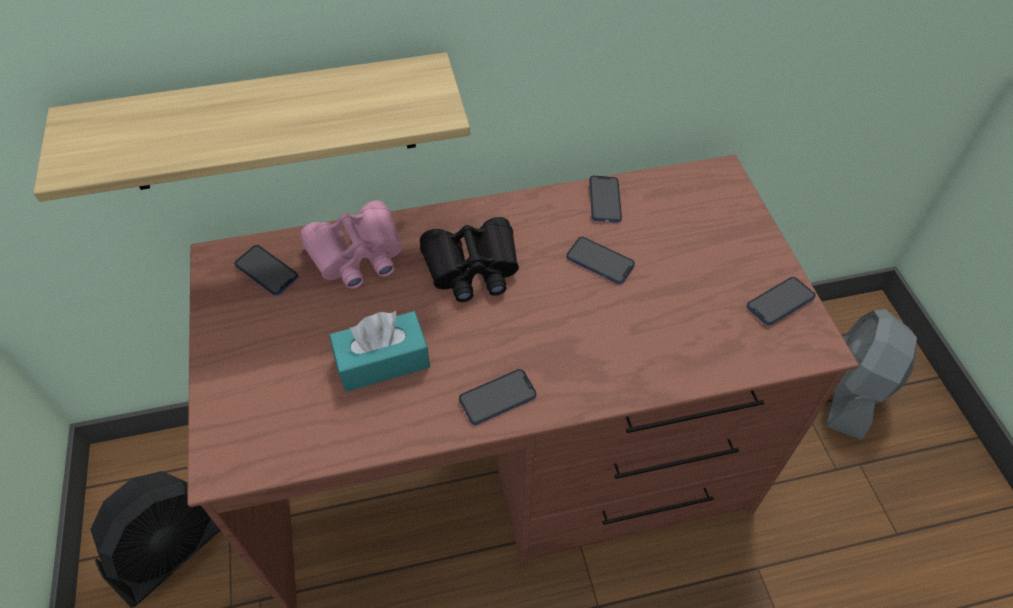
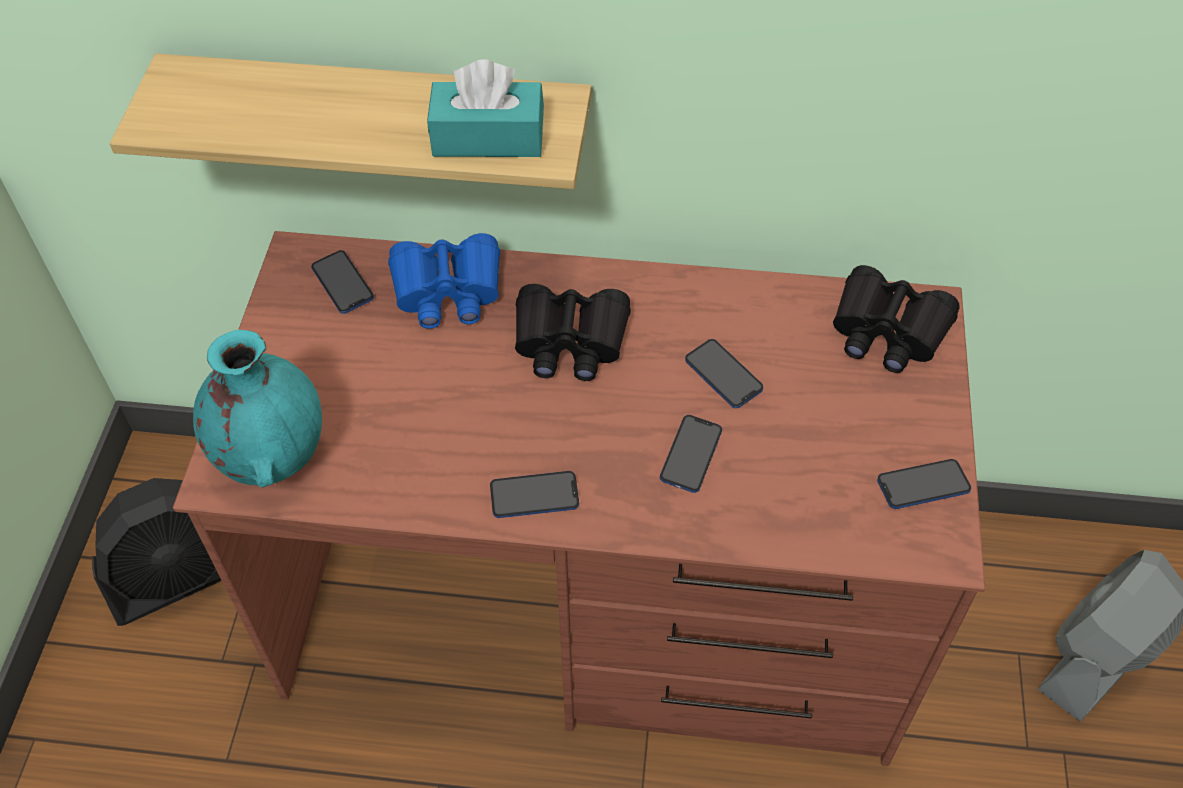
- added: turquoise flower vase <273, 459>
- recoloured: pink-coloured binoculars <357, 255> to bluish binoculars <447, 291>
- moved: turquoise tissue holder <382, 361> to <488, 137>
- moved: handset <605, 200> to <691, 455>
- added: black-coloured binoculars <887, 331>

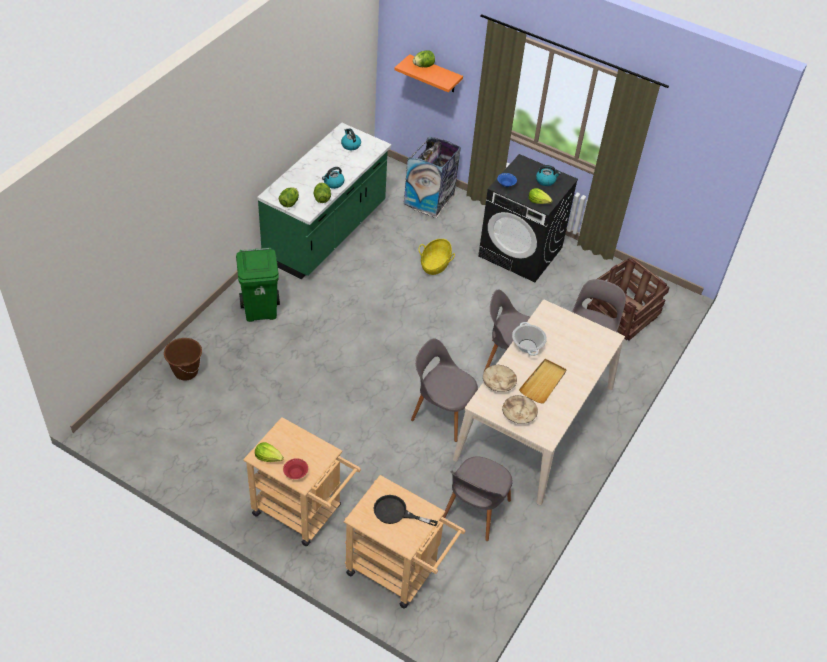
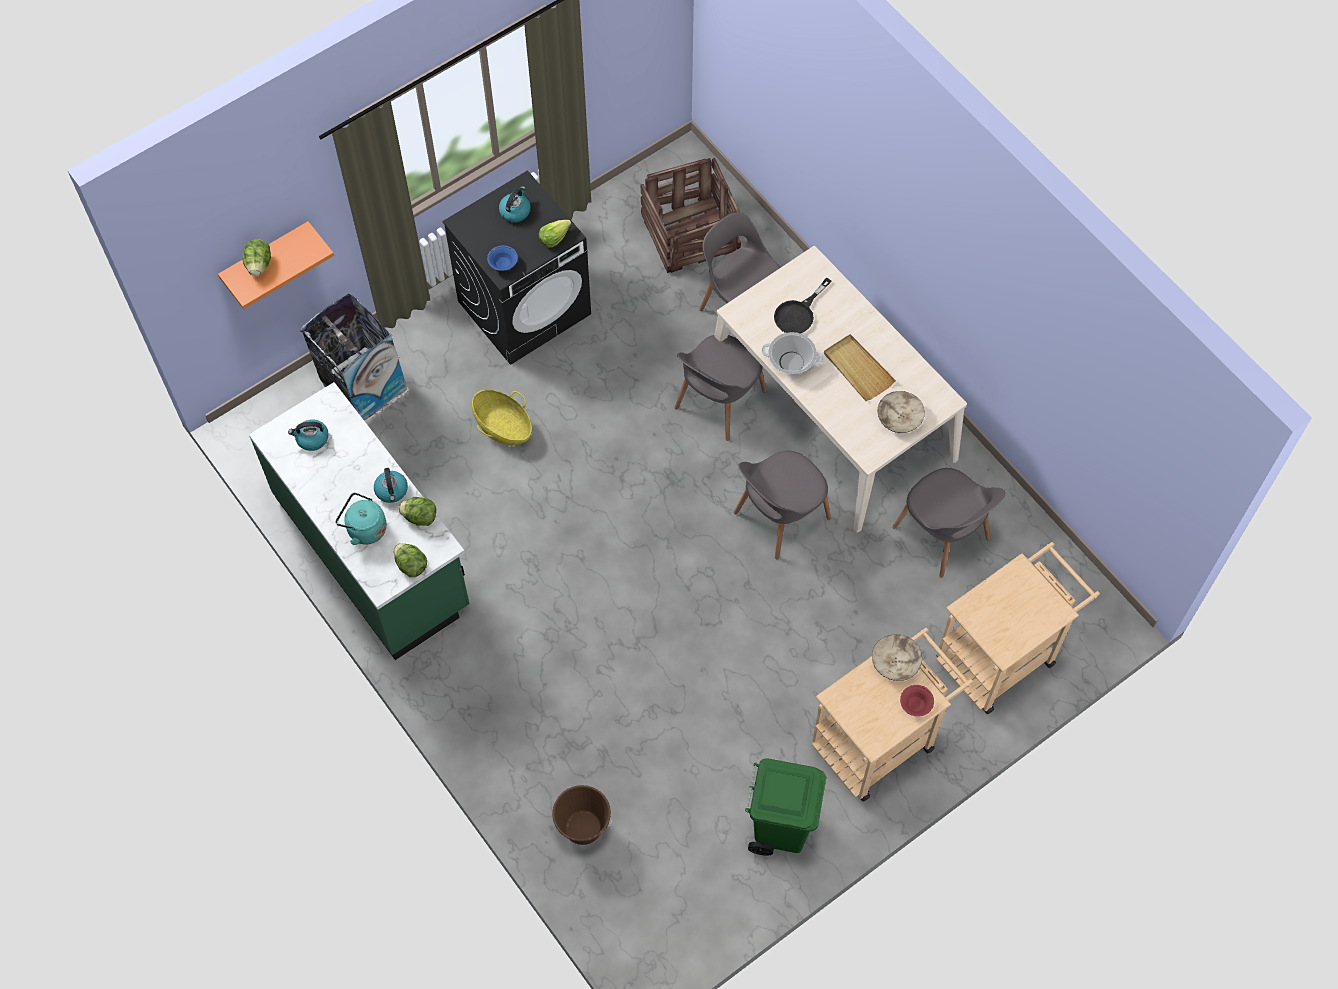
- added: turquoise water kettle <364, 528>
- moved: green-coloured waste bin <261, 310> to <780, 826>
- moved: black-coloured skillet <396, 513> to <798, 314>
- moved: beige deep dish <498, 383> to <896, 662>
- removed: lettuce <268, 457>

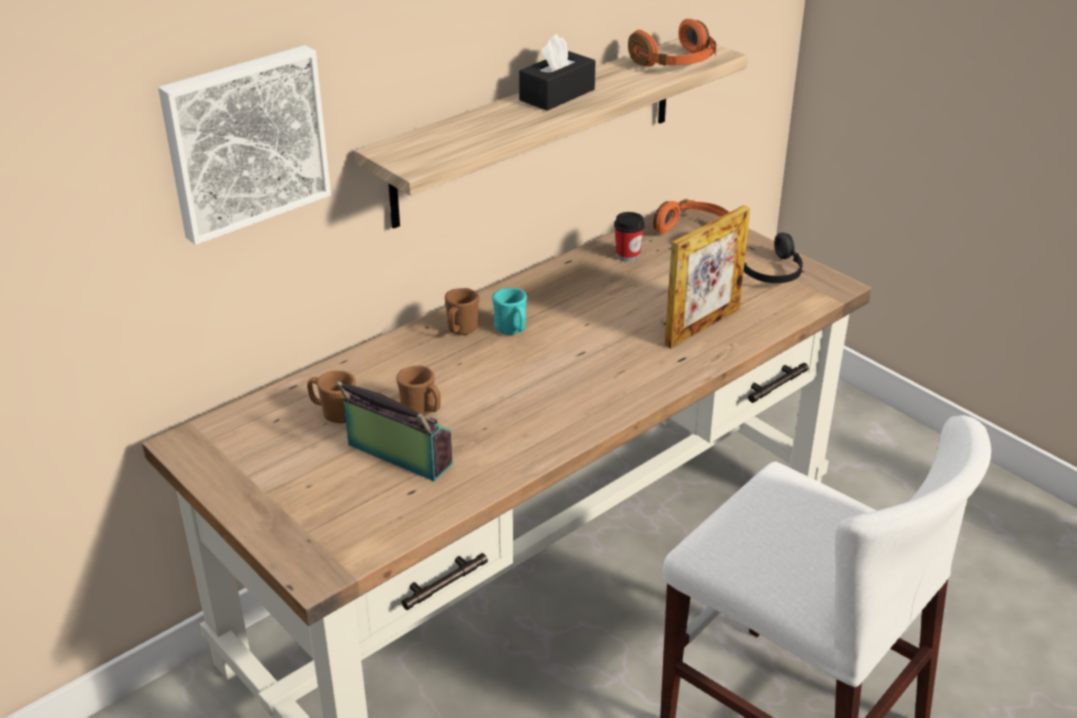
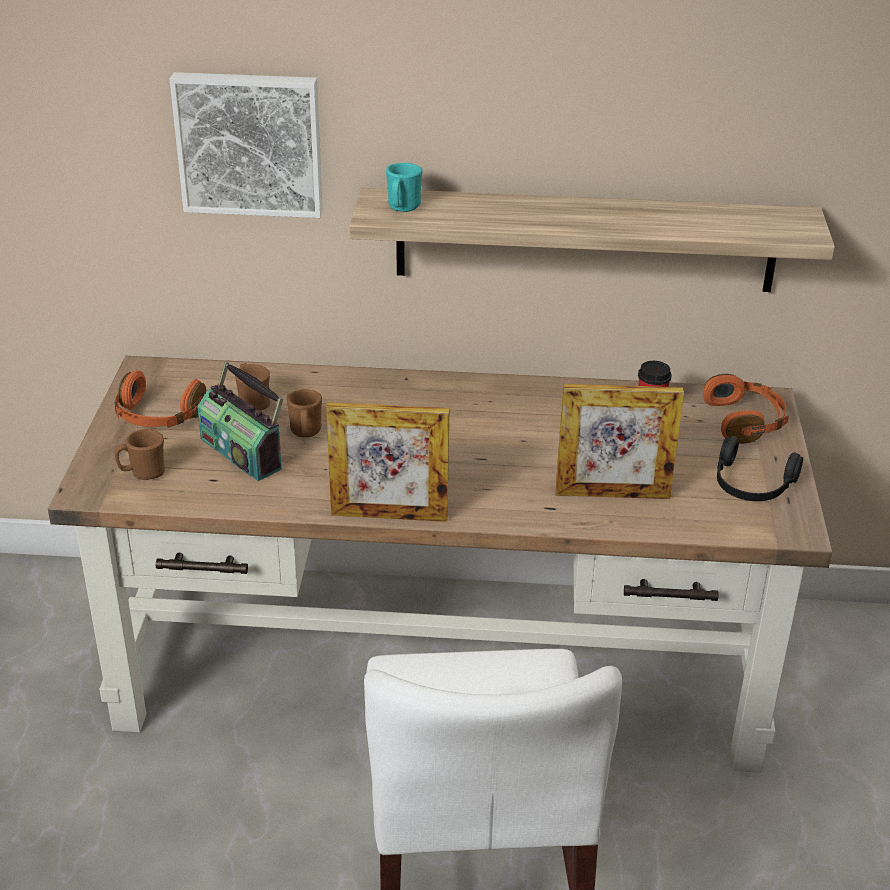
- moved: brown-coloured coffee mug <460, 330> to <143, 473>
- moved: orangey headset <676, 63> to <158, 417>
- turned: radio <398, 456> = <243, 452> 150 degrees clockwise
- added: photo frame <389, 515>
- moved: turquoise coffee mug <512, 330> to <402, 208>
- removed: black-coloured tissue holder <557, 95>

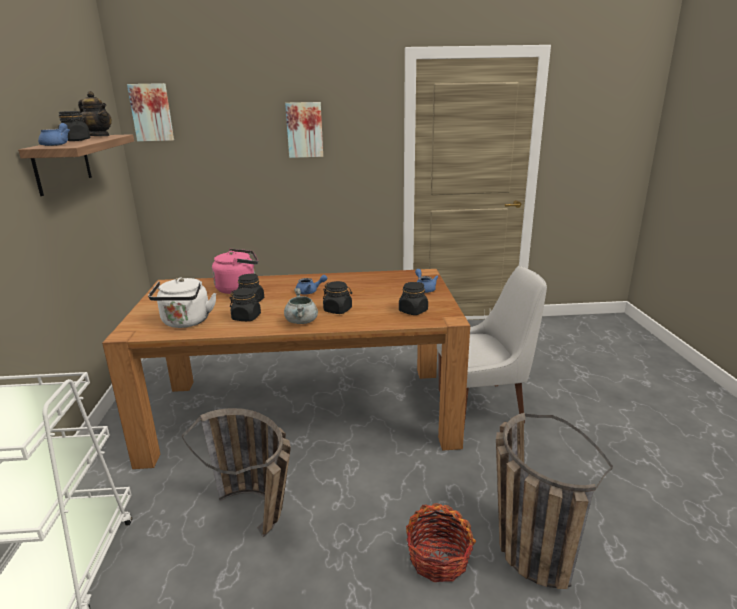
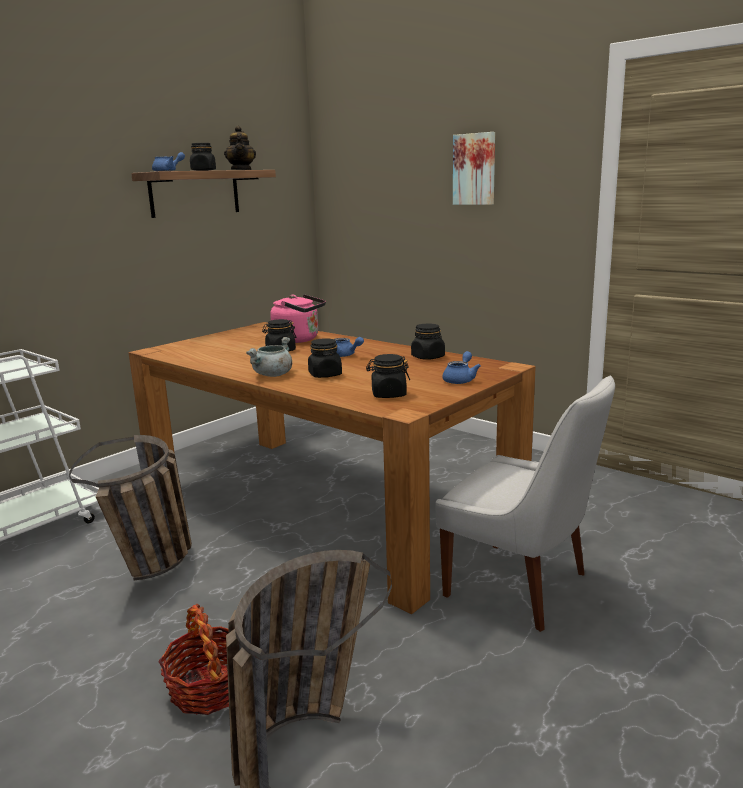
- moved: black-coloured jar <246, 317> to <428, 357>
- removed: wall art <152, 112>
- removed: white-coloured water kettle <186, 323>

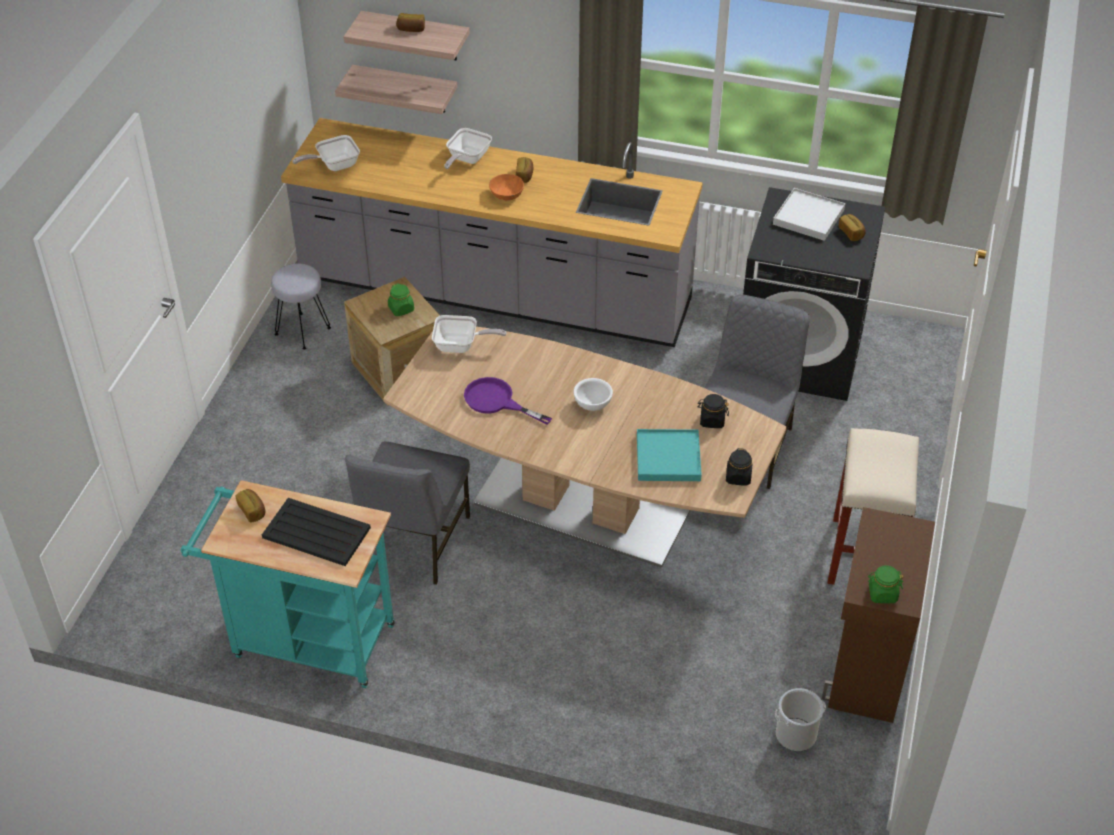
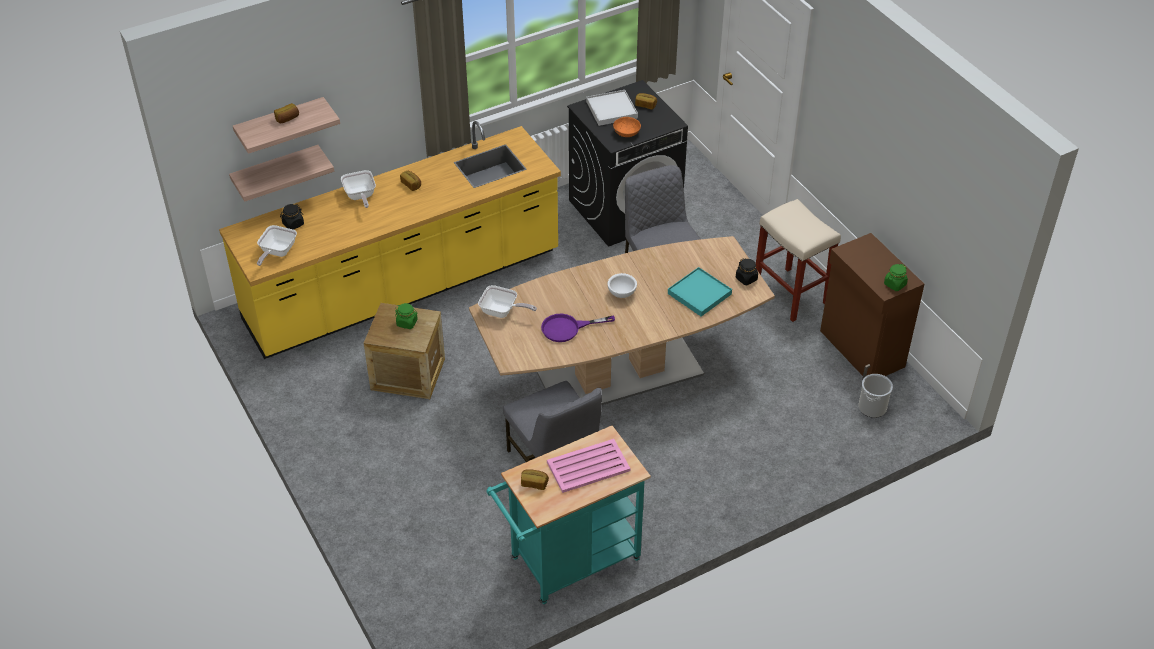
- recoloured: gray kitchen base unit <495, 293> to yellow-coloured kitchen base unit <403, 288>
- moved: black-coloured jar <712, 420> to <293, 224>
- turned: skillet <460, 346> = <502, 312> 60 degrees clockwise
- recoloured: black-coloured serving tray <315, 532> to pink-coloured serving tray <587, 466>
- moved: orangey deep dish <507, 194> to <626, 132>
- removed: gray stool <303, 330>

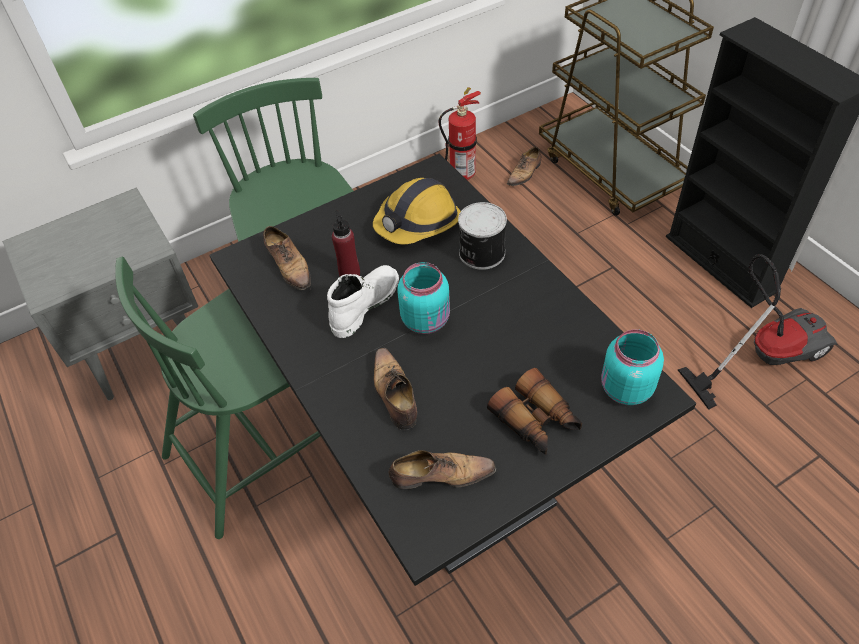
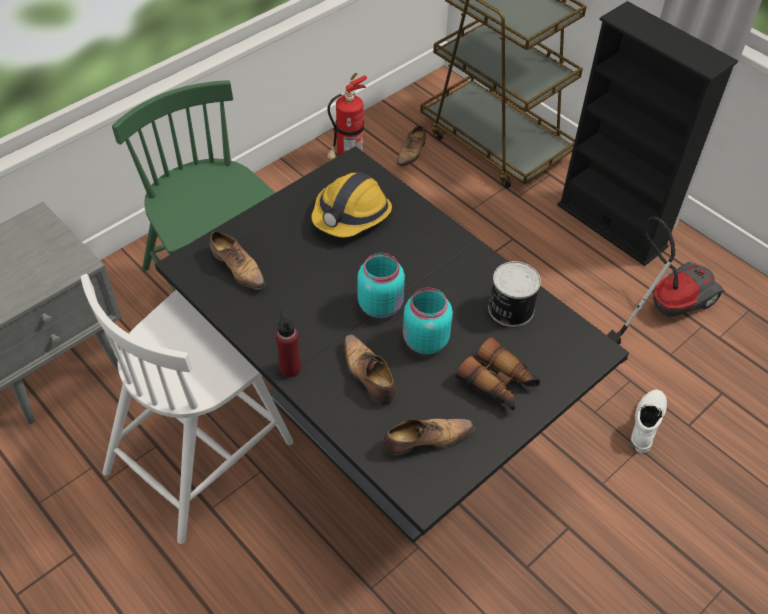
- recoloured: green-coloured upright chair <258, 450> to white-coloured upright chair <201, 454>
- moved: reddish beverage bottle <349, 274> to <290, 368>
- moved: turquoise jar <624, 389> to <424, 341>
- moved: metal can <480, 253> to <509, 309>
- moved: white-coloured tall boot <364, 305> to <645, 422>

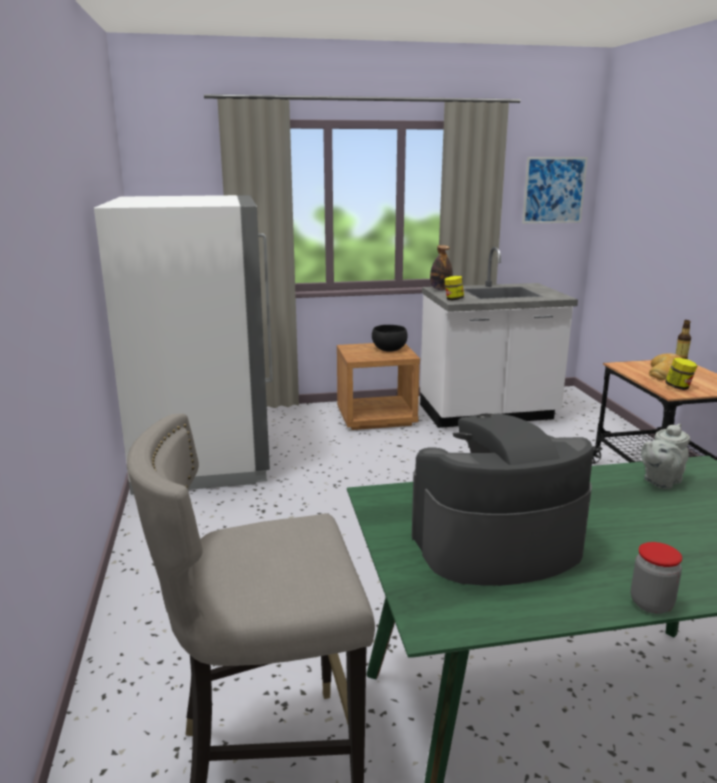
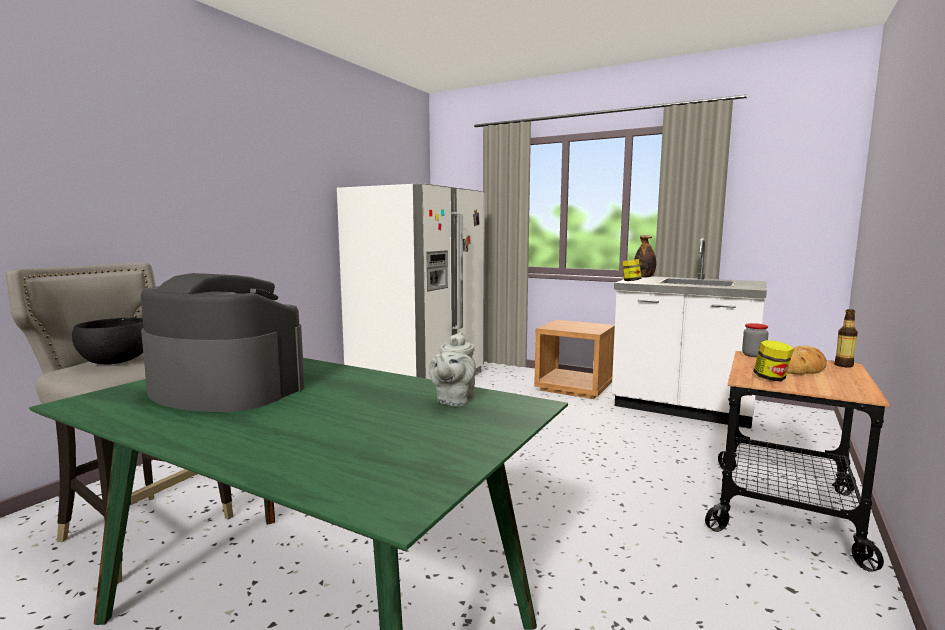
- moved: black-coloured deep dish <389, 349> to <116, 360>
- turned: gray pot for tea <660, 481> = <453, 400> 75 degrees counterclockwise
- moved: jar <651, 604> to <753, 355>
- removed: wall art <554, 190>

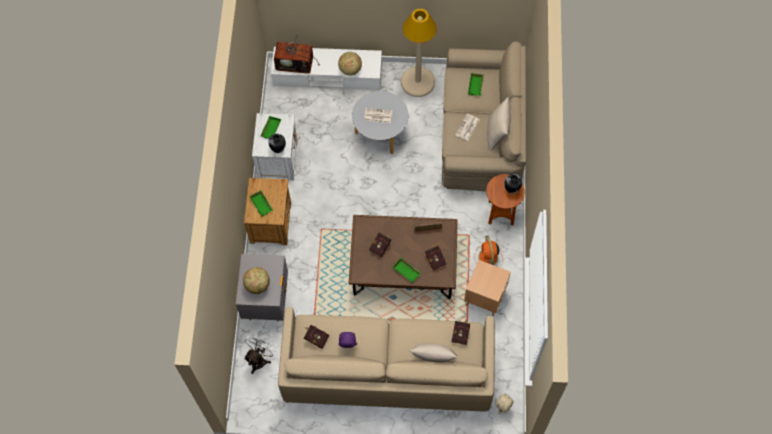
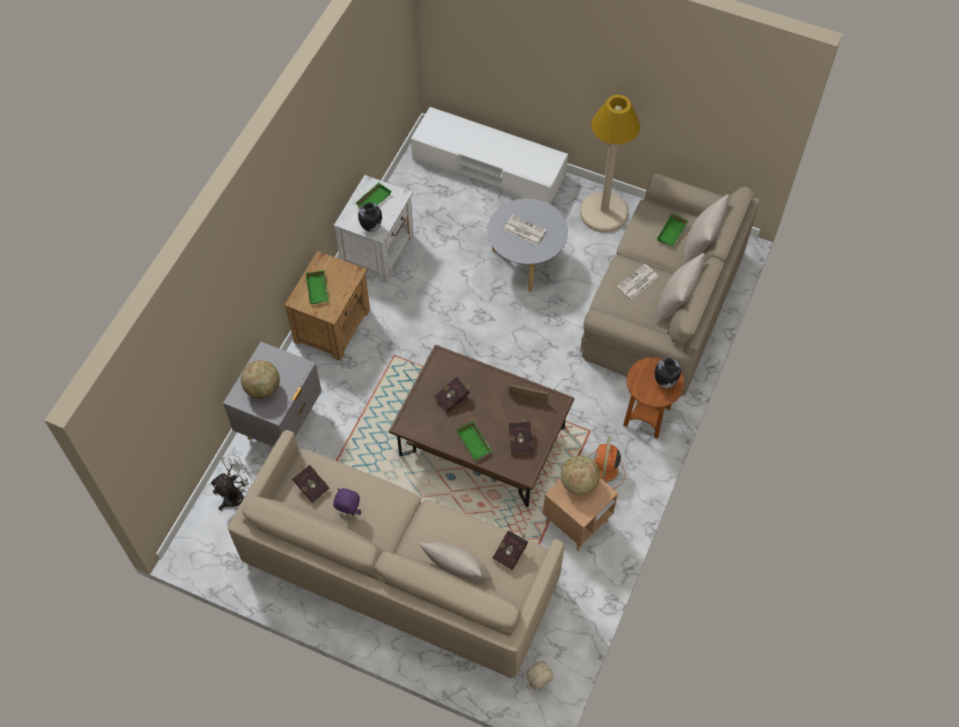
- moved: desk globe <350, 69> to <578, 483>
- added: beige pillow <701, 246>
- removed: television <296, 64>

